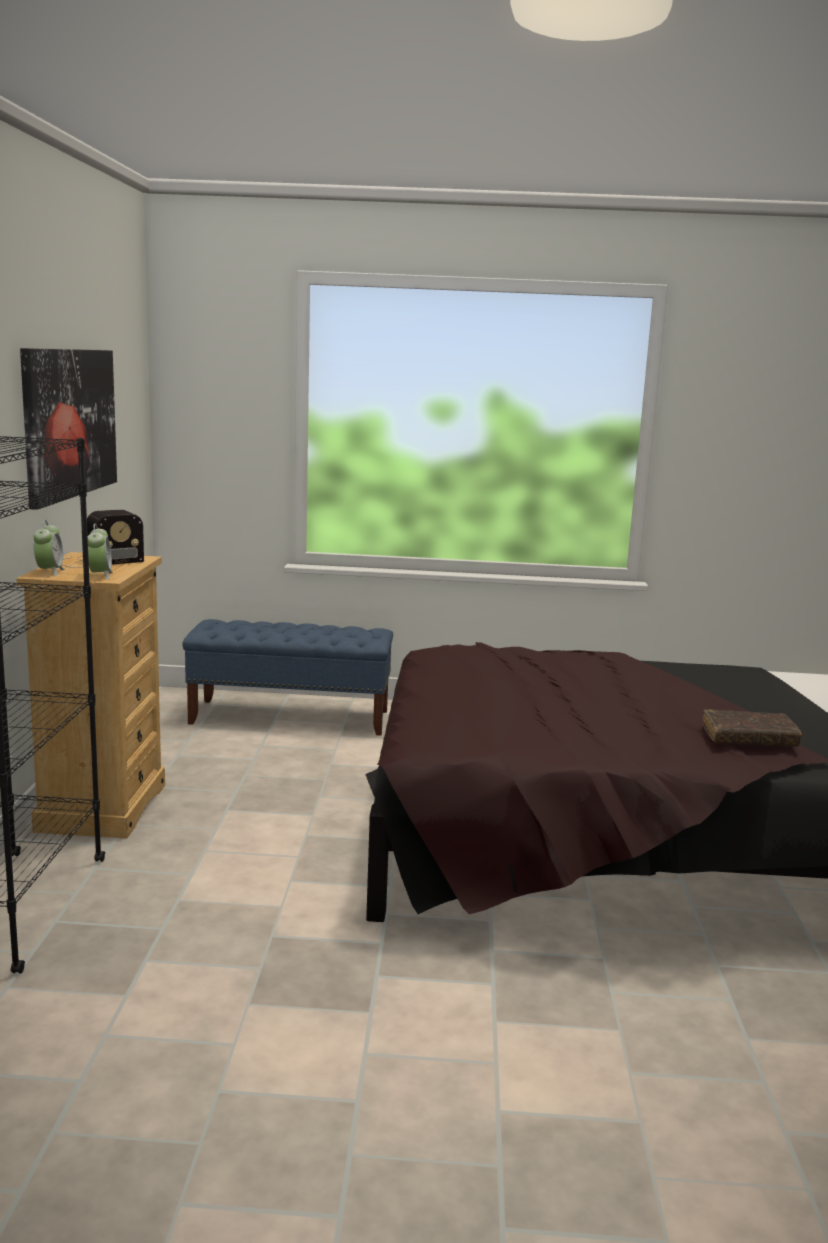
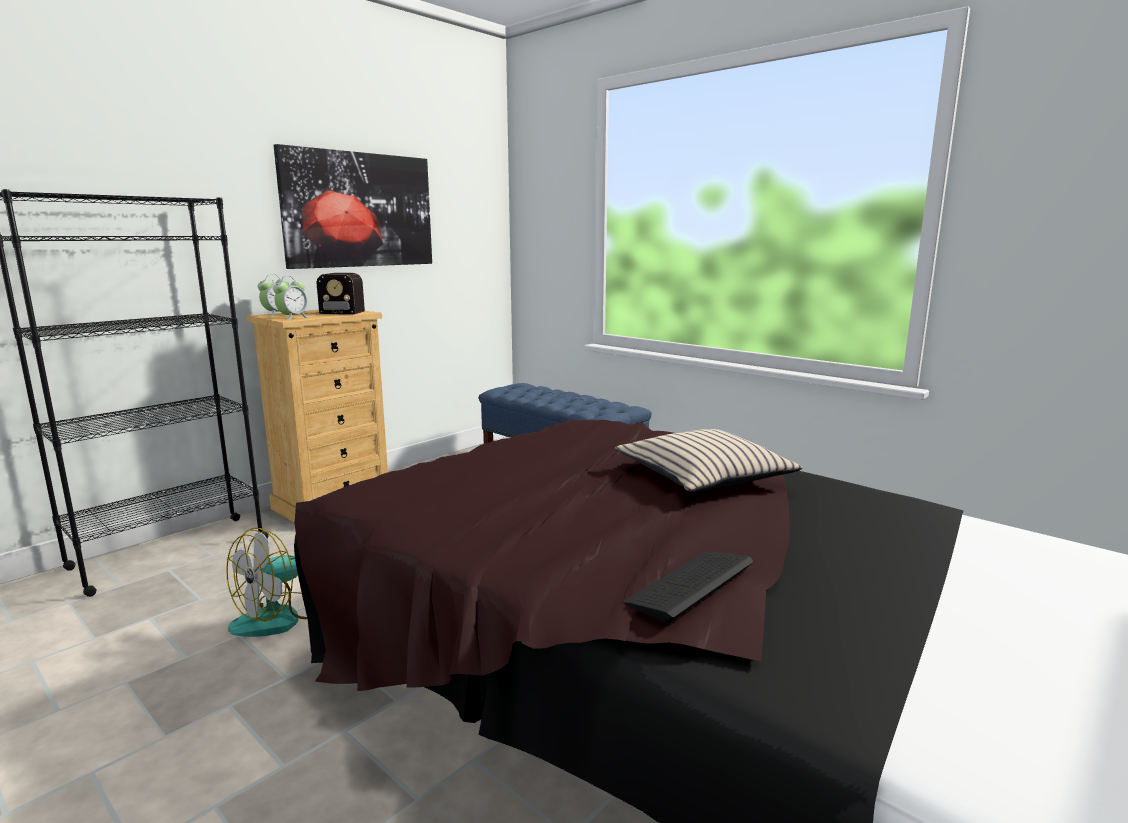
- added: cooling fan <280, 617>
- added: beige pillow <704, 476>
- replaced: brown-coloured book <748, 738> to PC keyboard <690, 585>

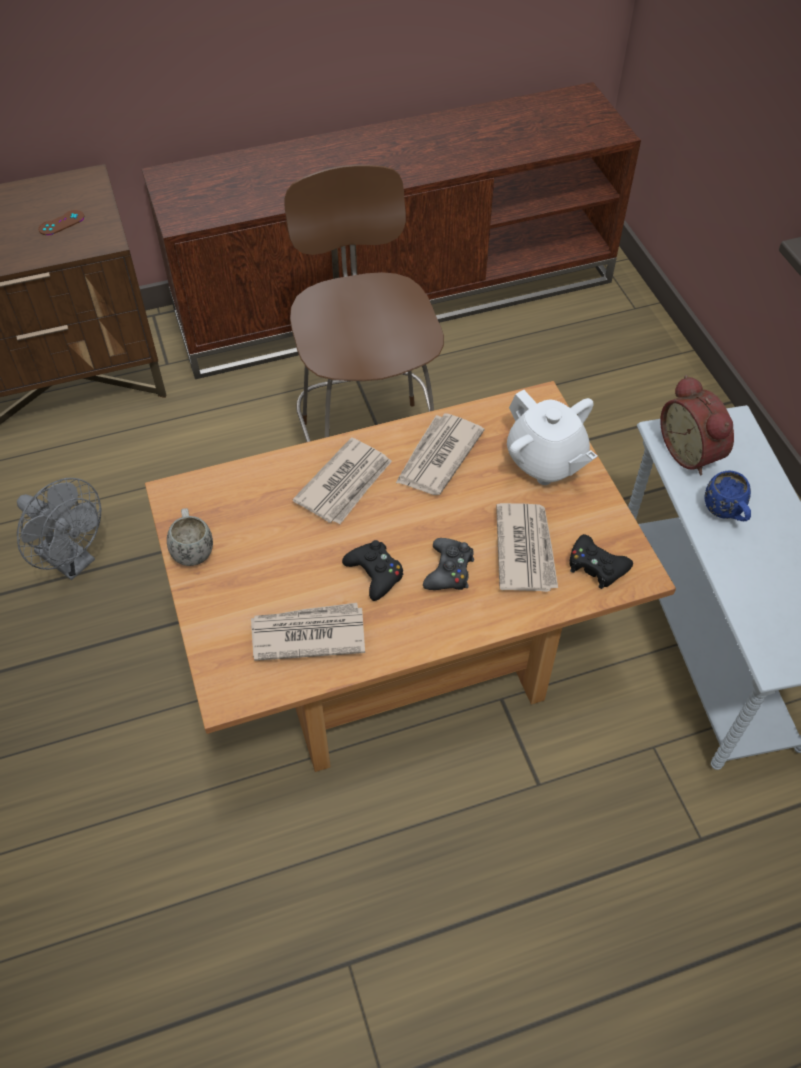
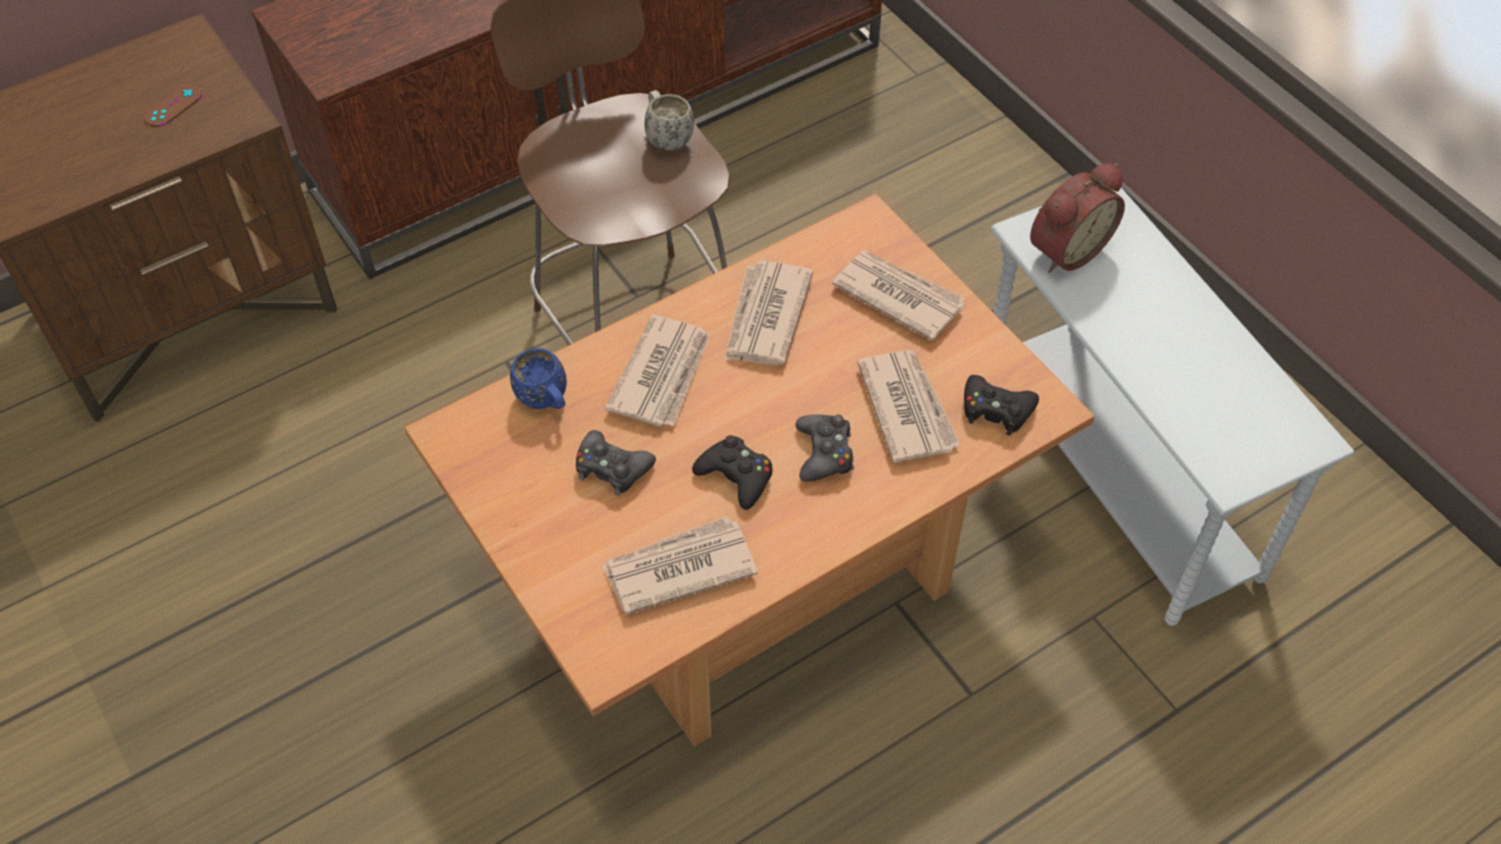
- moved: bluish coffee mug <726, 513> to <546, 402>
- added: black-coloured gamepad <612, 468>
- moved: white-coloured coffee mug <192, 549> to <666, 136>
- replaced: white-coloured pot for tea <545, 461> to printed paper <898, 296>
- turned: alarm clock <692, 452> = <1065, 249> 90 degrees counterclockwise
- removed: gray cooling fan <73, 561>

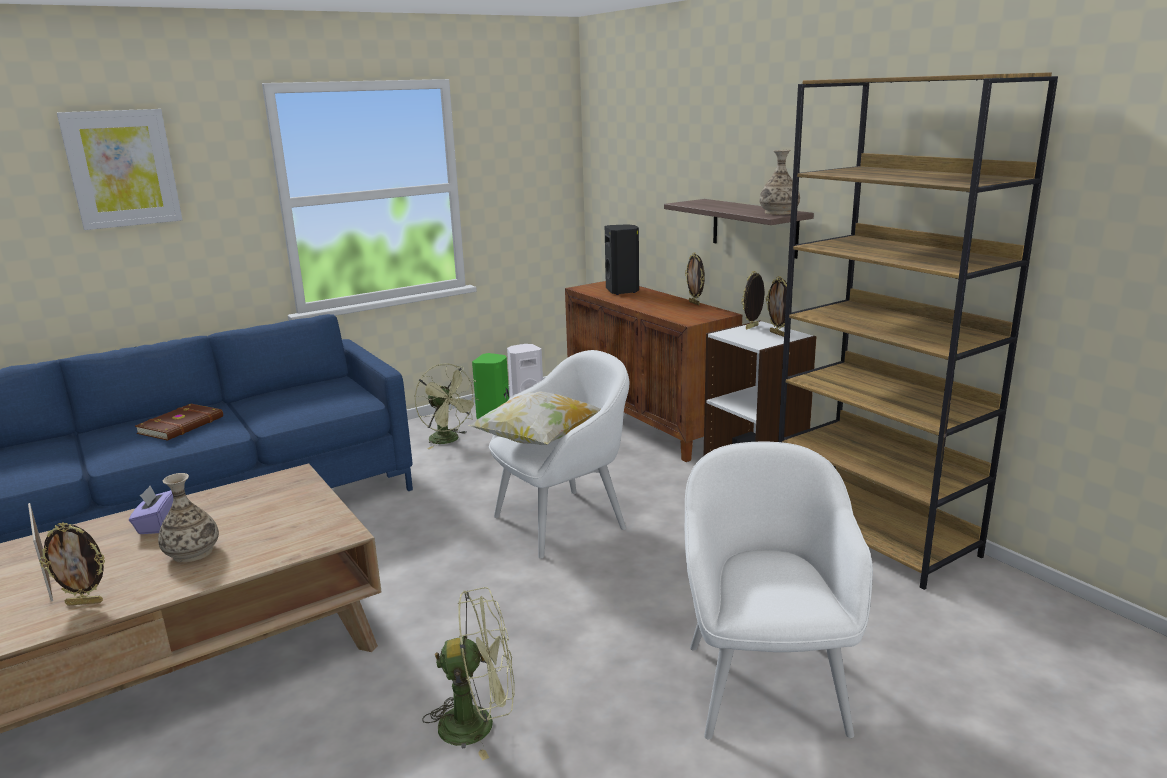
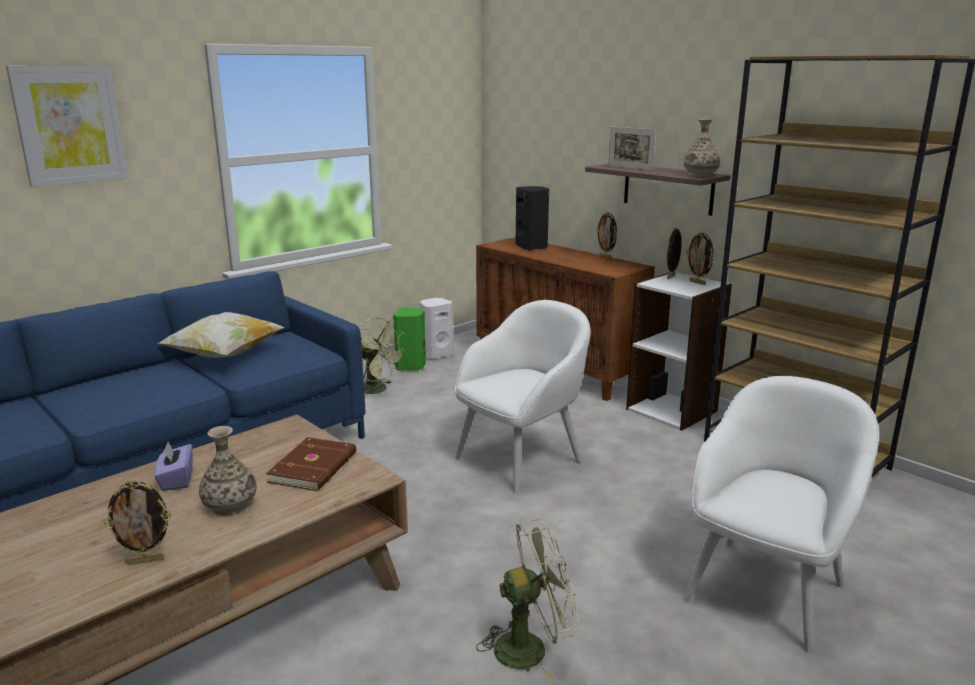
- moved: pillow <537, 440> to <225, 356>
- moved: brown-coloured book <182, 425> to <315, 467>
- moved: photo frame <48, 580> to <630, 168>
- turned: white-coloured lounge chair <764, 684> = <766, 590> 45 degrees clockwise

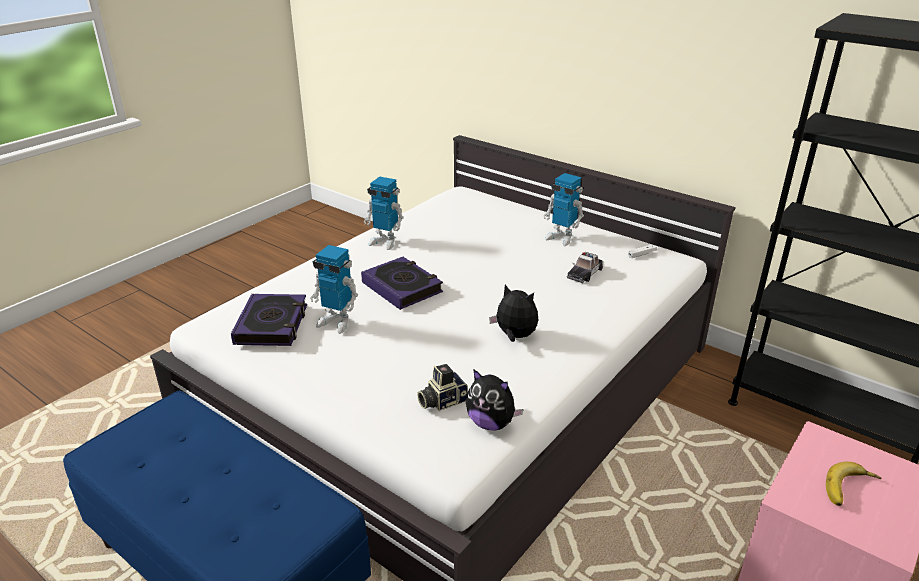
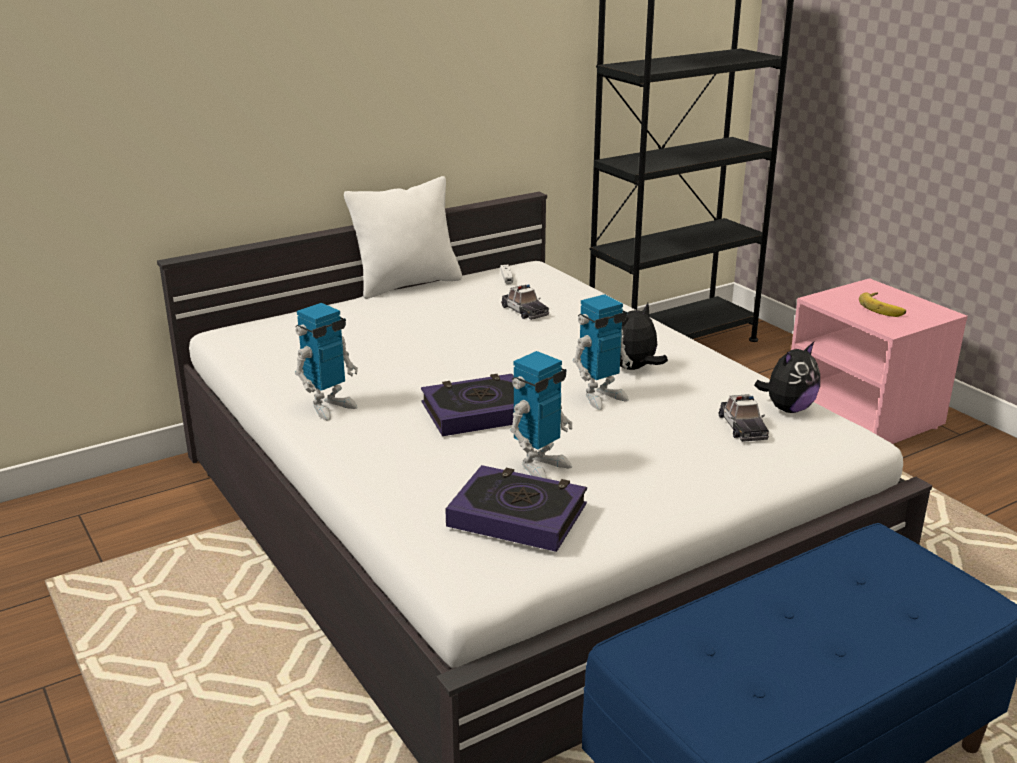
- added: white-coloured pillow <407, 284>
- moved: robot figure <561, 238> to <601, 397>
- replaced: photo camera <441, 401> to miniature car <742, 427>

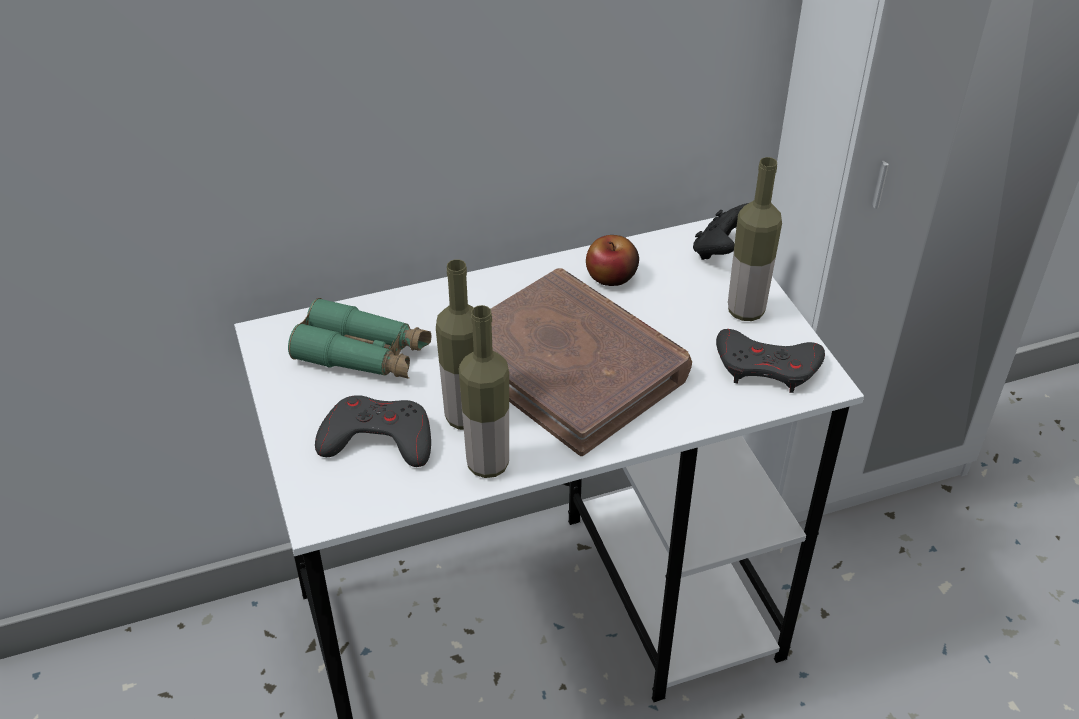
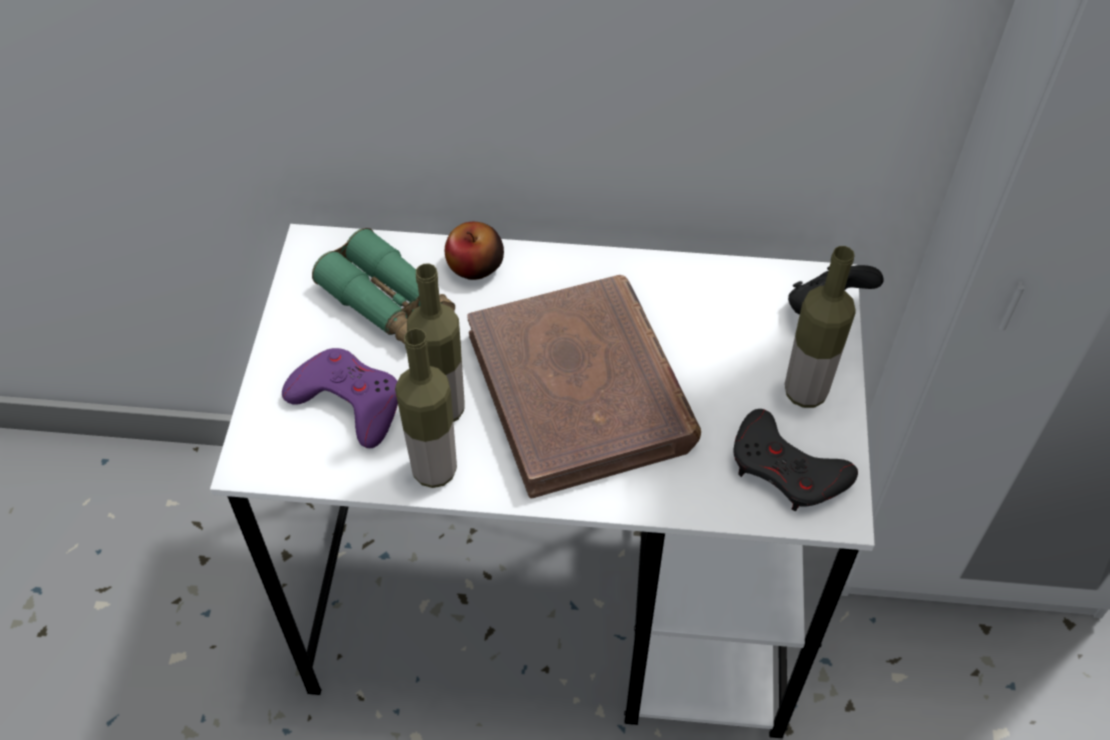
- recoloured: gray gamepad <377, 439> to purple gamepad <348, 401>
- moved: whole apple <611, 277> to <475, 266>

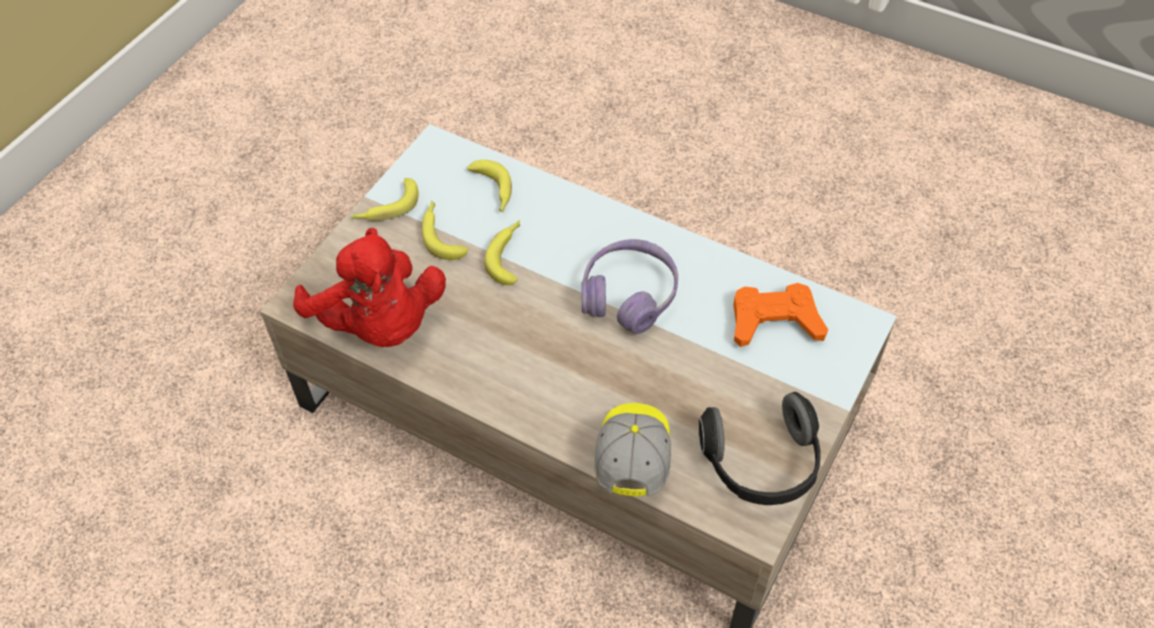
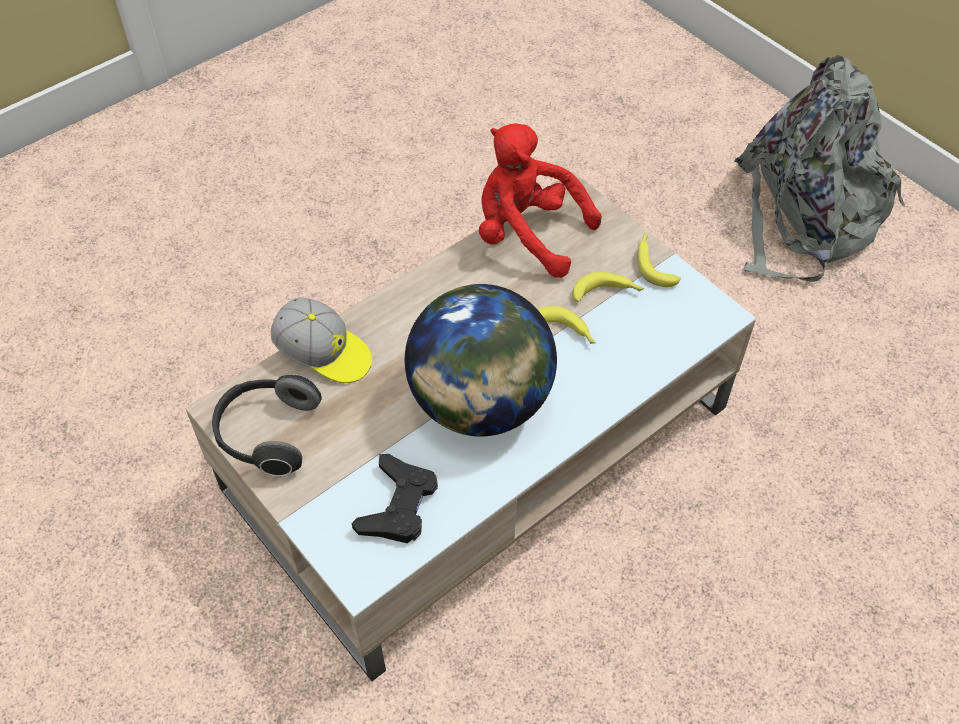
- recoloured: orangey gamepad <774, 321> to black-coloured gamepad <398, 505>
- replaced: purple headset <629, 295> to desk globe <480, 403>
- turned: reddish cuddly toy <379, 324> = <527, 234> 45 degrees clockwise
- added: gray rucksack <805, 215>
- removed: whole banana <493, 192>

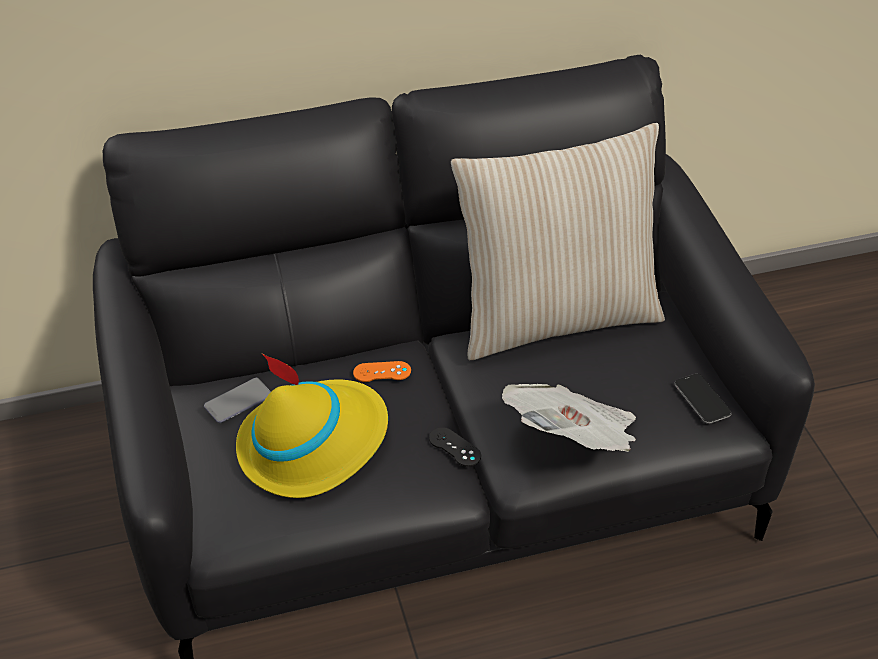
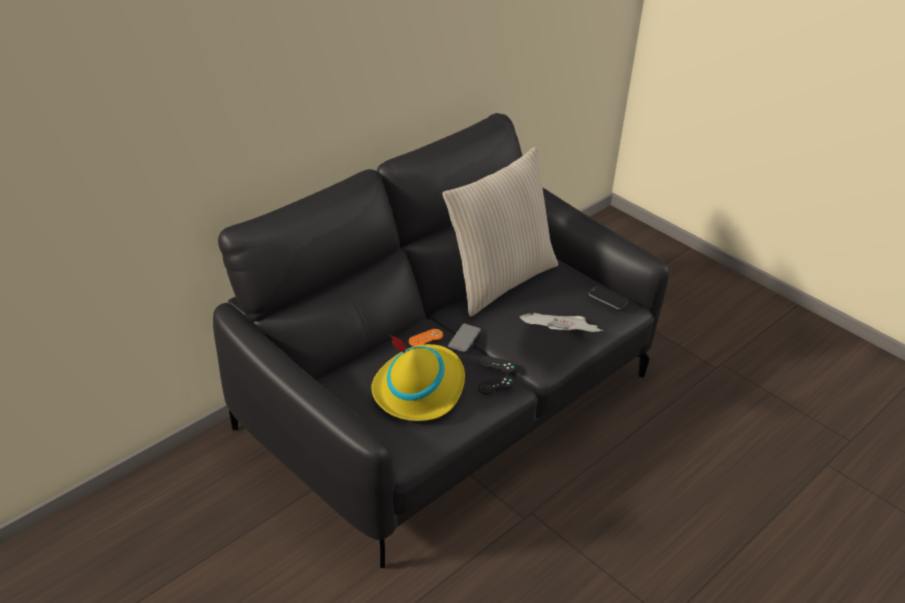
- moved: handset <238, 401> to <464, 338>
- added: black-coloured gamepad <496, 385>

